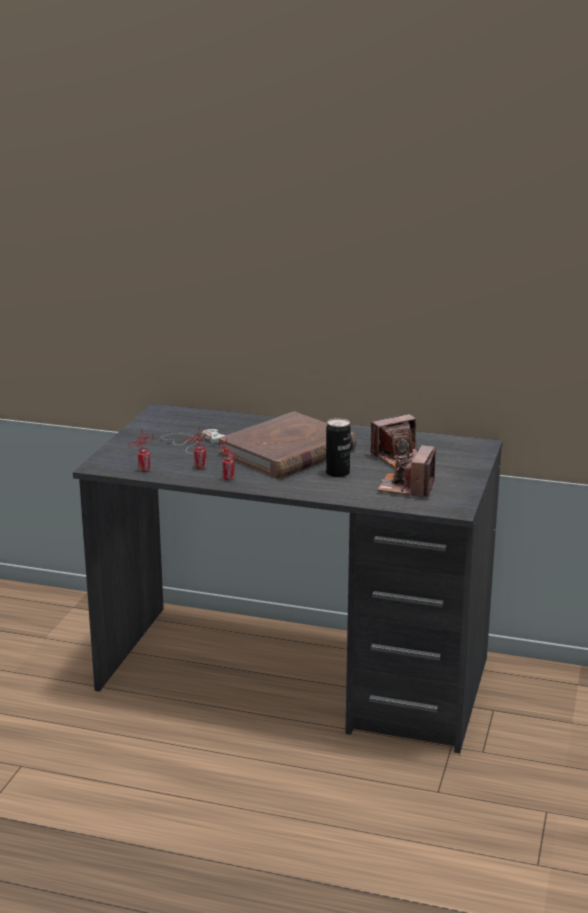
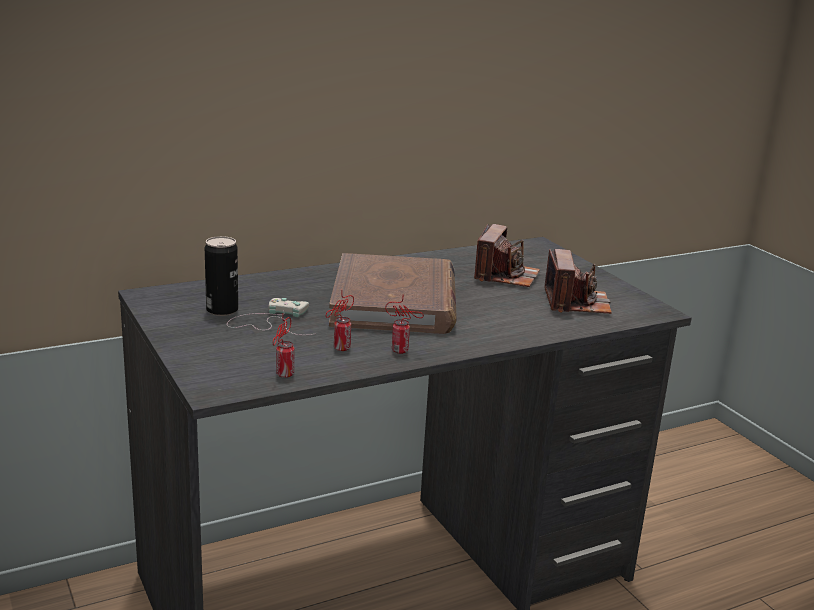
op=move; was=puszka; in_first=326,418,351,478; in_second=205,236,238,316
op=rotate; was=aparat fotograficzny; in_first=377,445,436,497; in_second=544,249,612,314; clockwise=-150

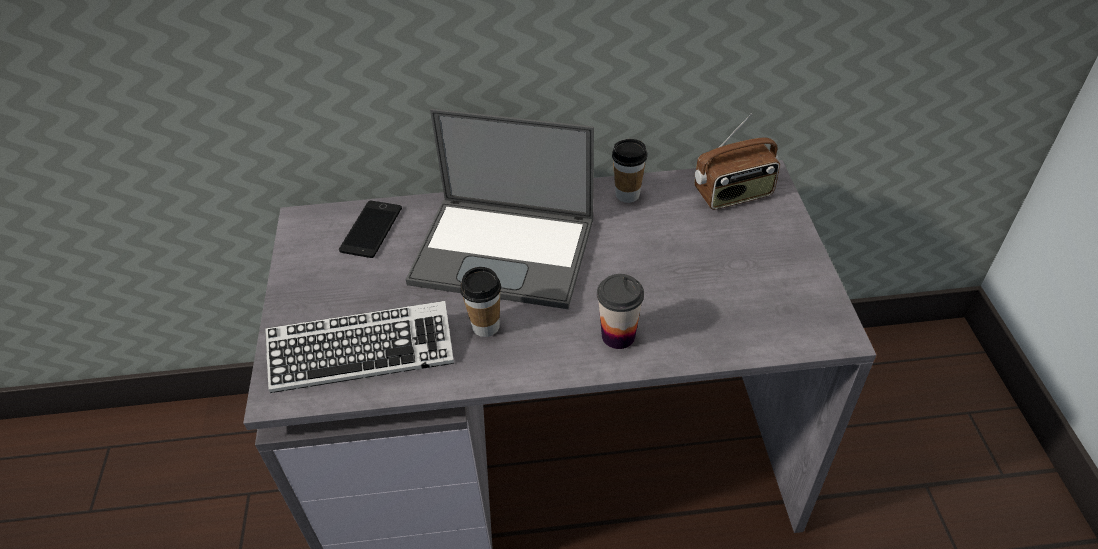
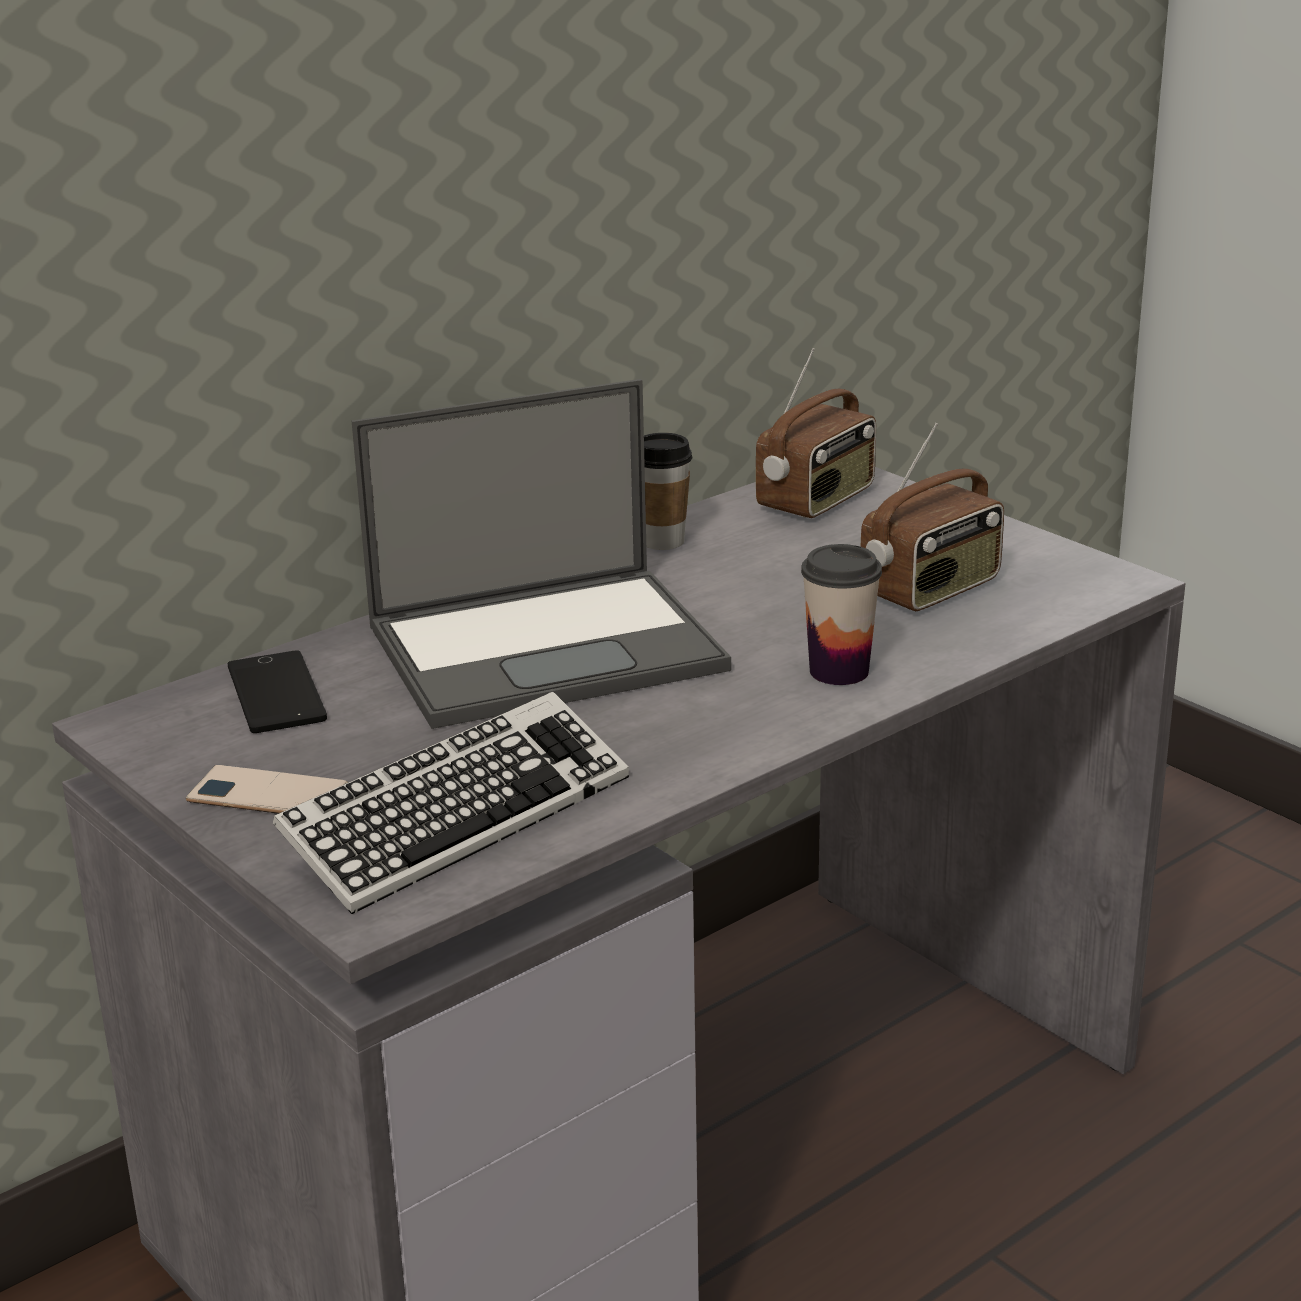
op=delete; was=filiżanka; in_first=460,267,501,337
op=insert; now=radio; in_second=861,423,1004,611
op=insert; now=telefon; in_second=186,765,348,814

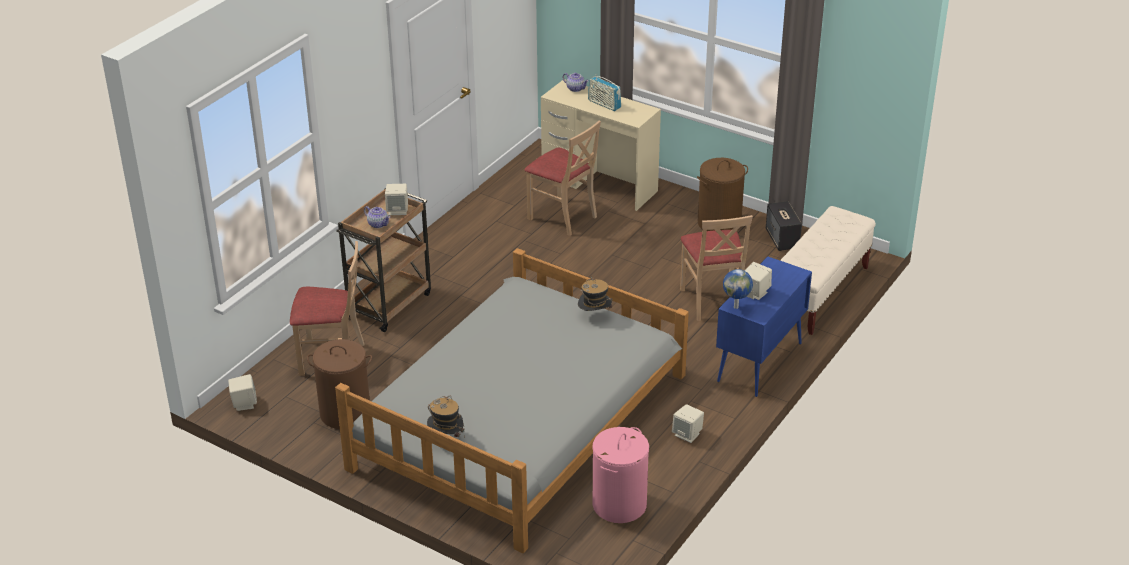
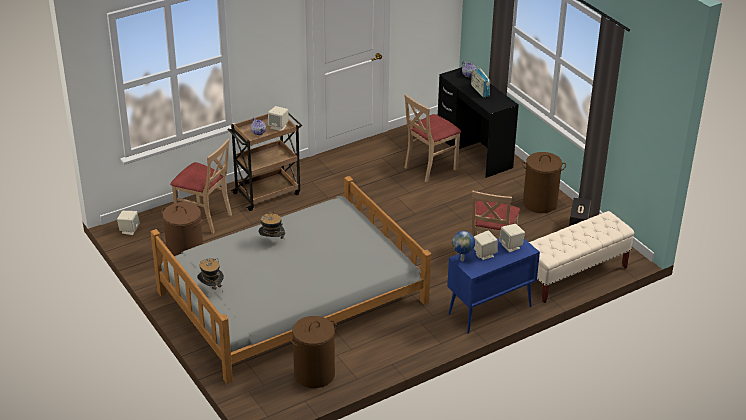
op=recolor; was=biurko/beżowy; now=biurko/czarny; in_first=541,80,661,211; in_second=438,67,519,178
op=rotate; was=krzesło/beżowy; in_first=525,120,601,236; in_second=404,94,461,182; clockwise=75
op=move; was=kapelusz; in_first=578,276,613,311; in_second=258,211,286,239
op=move; was=głośnik/beżowy; in_first=672,404,704,443; in_second=499,224,525,252
op=recolor; was=kosz na pranie/różowy; now=kosz na pranie/brązowy; in_first=592,427,649,523; in_second=291,316,337,388

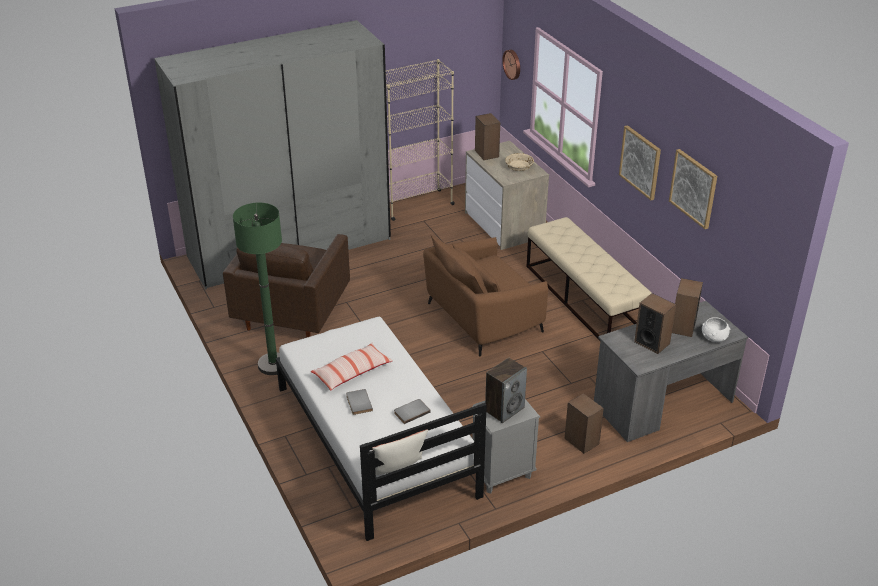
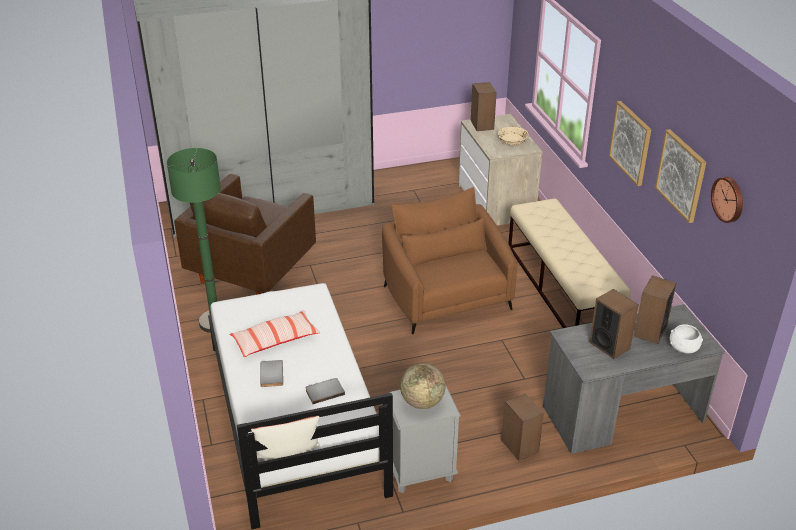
op=move; was=zegar ścienny; in_first=502,50,520,80; in_second=711,177,743,223
op=delete; was=regał/beżowy; in_first=386,59,455,221
op=rotate; was=fotel/brązowy; in_first=423,235,548,357; in_second=382,187,517,335; clockwise=90
op=replace; was=głośnik; now=globus; in_first=485,358,527,423; in_second=400,363,446,409

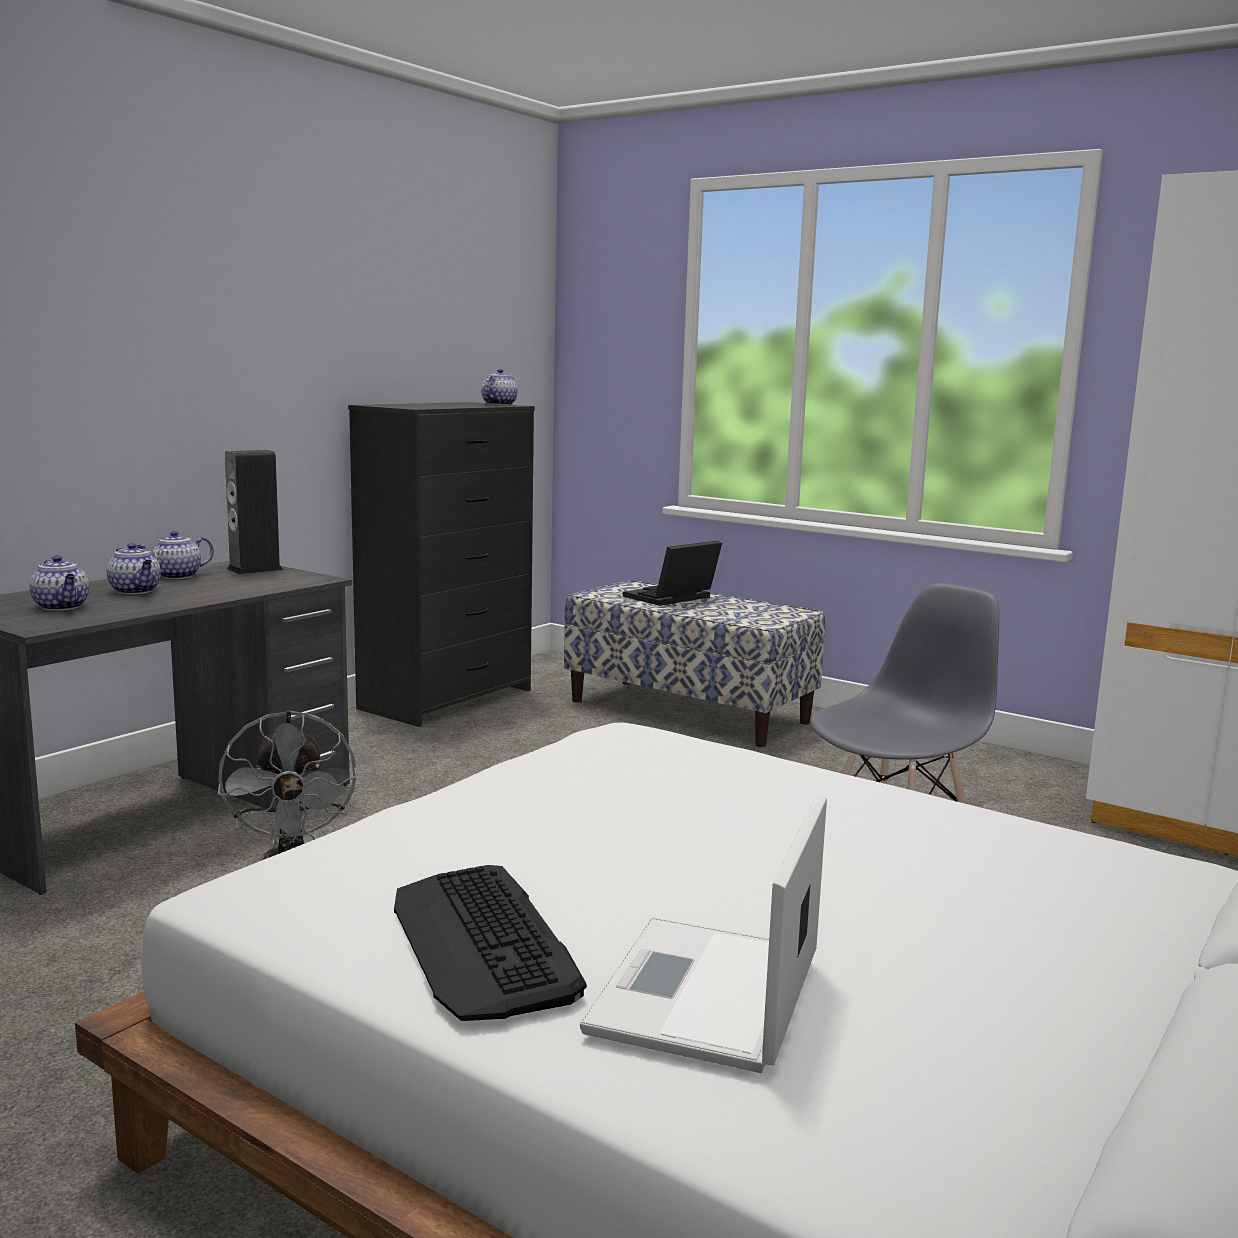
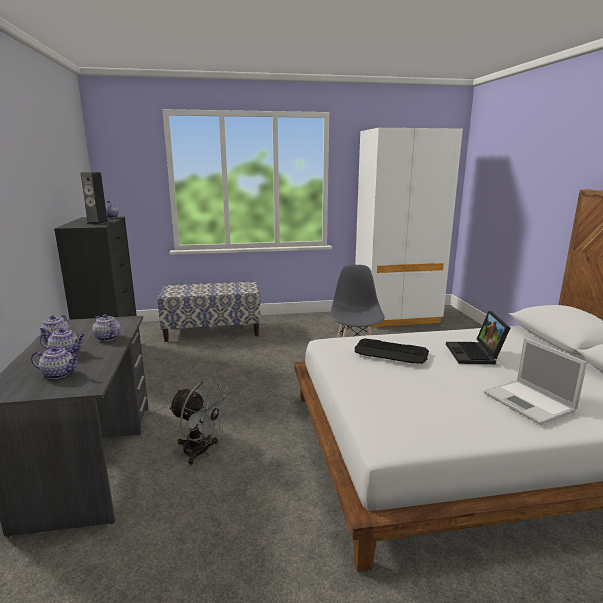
op=move; was=głośnik; in_first=225,450,283,574; in_second=81,172,109,224
op=move; was=laptop; in_first=623,541,722,606; in_second=446,311,510,364
op=move; was=klawiatura; in_first=394,865,587,1021; in_second=355,338,429,364
op=insert; now=imbryk; in_second=93,314,121,341

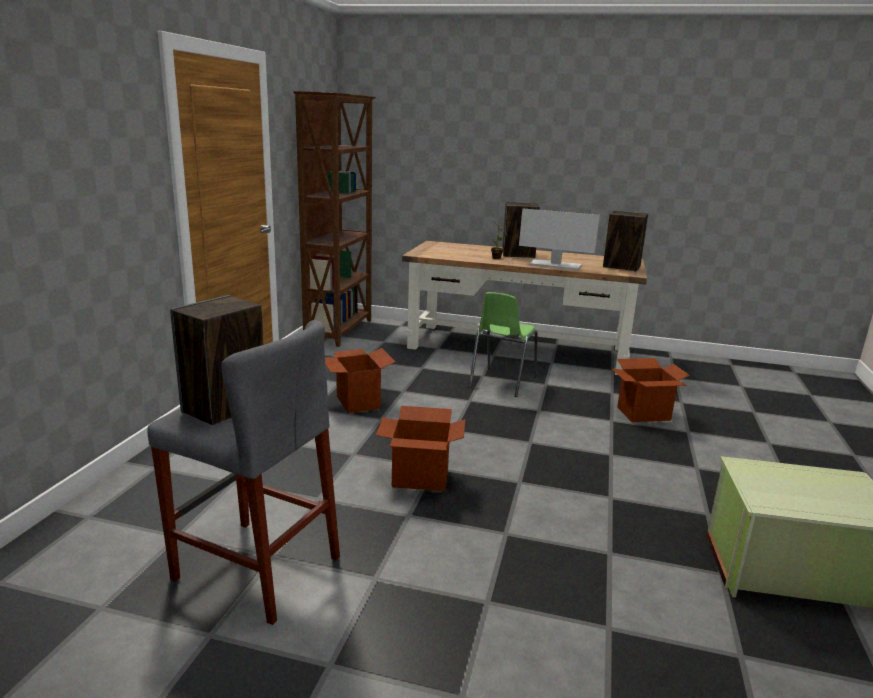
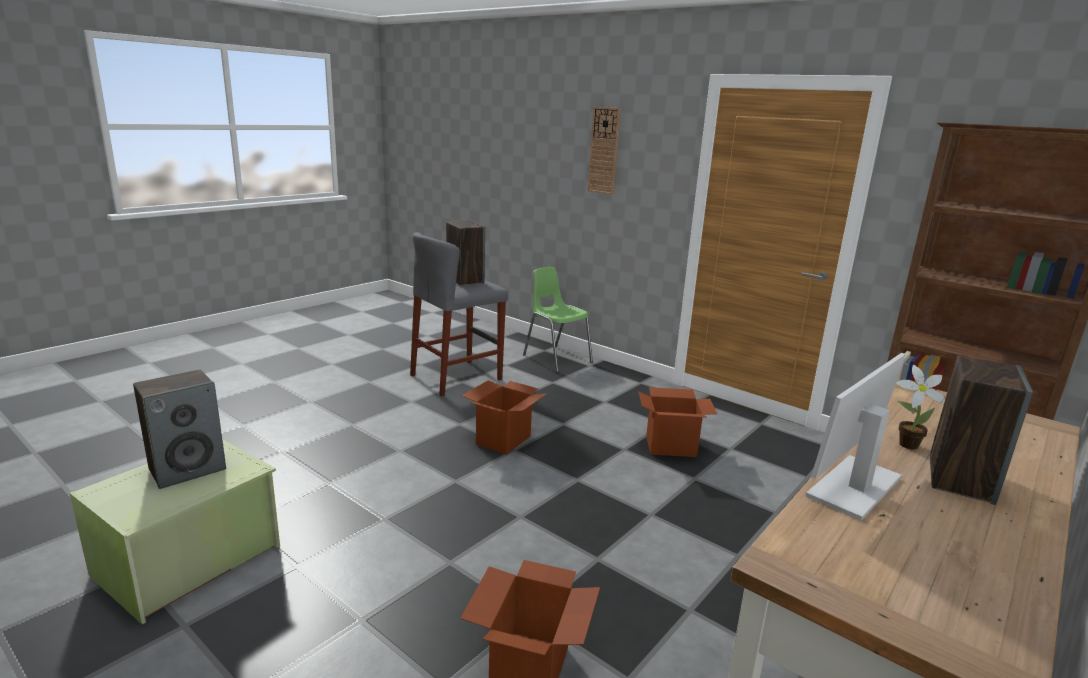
op=move; was=głośnik; in_first=603,211,648,271; in_second=133,369,226,489
op=move; was=krzesło/zielony; in_first=469,292,538,397; in_second=523,267,593,372
op=insert; now=zegar ścienny; in_second=588,107,621,195

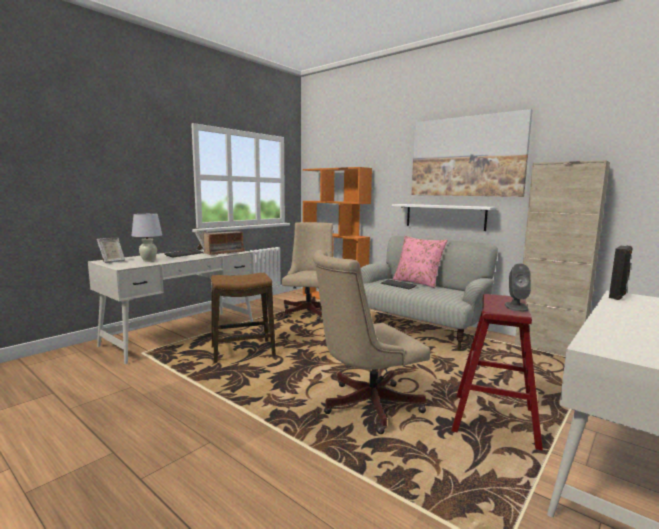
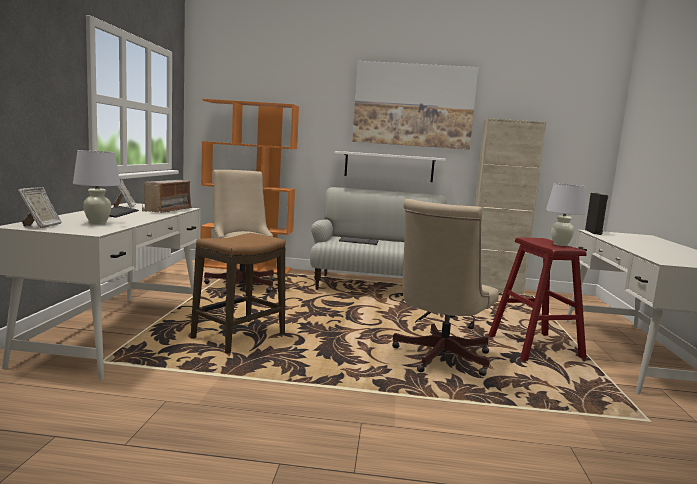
op=delete; was=poduszka/różowy; in_first=392,236,448,288
op=replace; was=głośnik/szary; now=lampa stołowa/biały; in_first=504,263,531,312; in_second=546,183,585,246

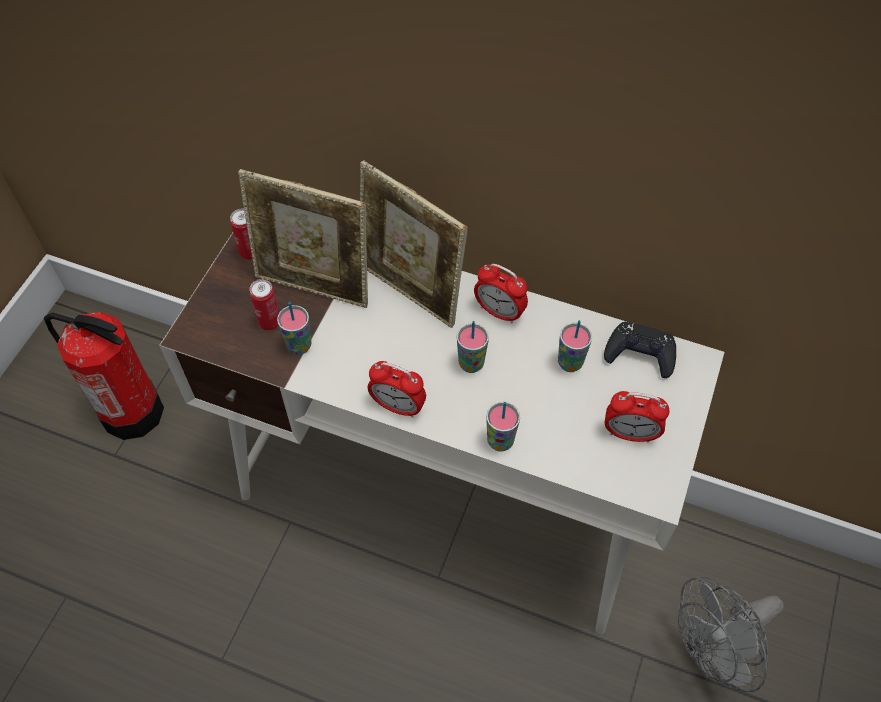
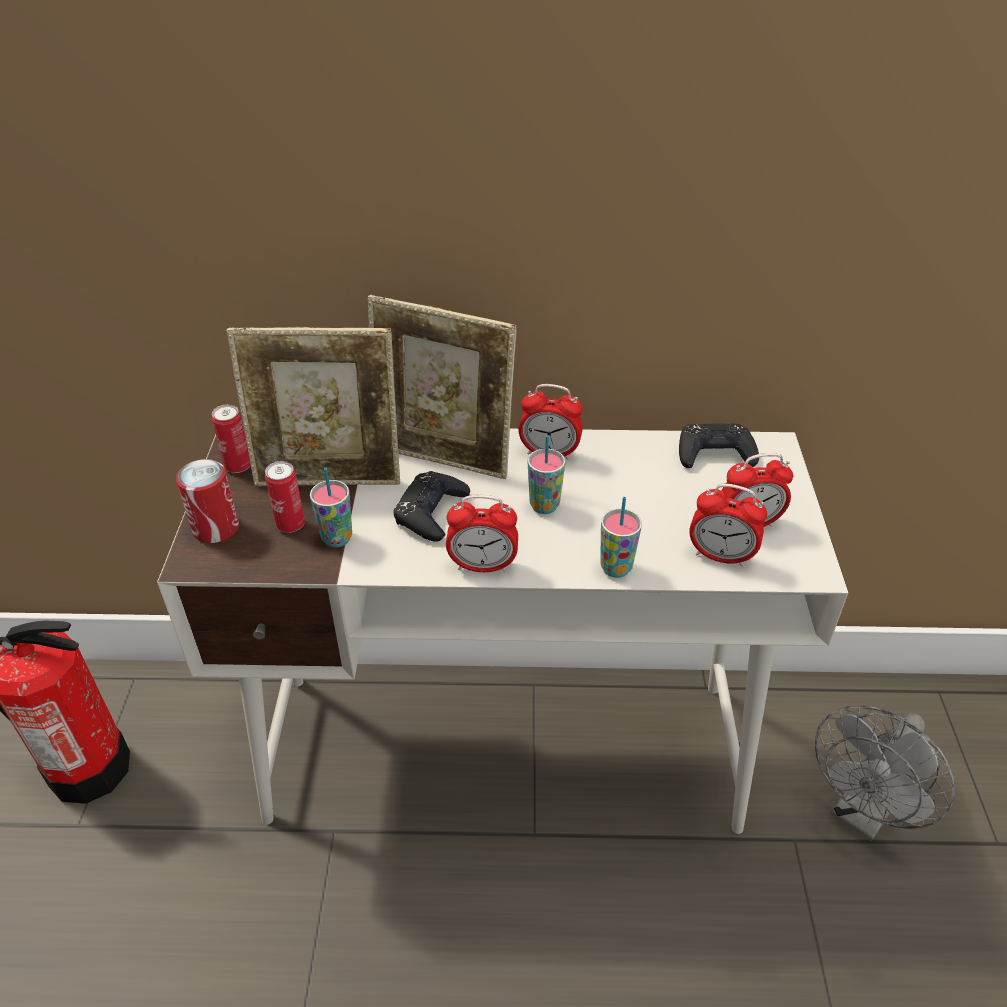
op=delete; was=filiżanka; in_first=558,320,592,372
op=insert; now=puszka; in_second=176,459,239,543
op=insert; now=pad do gier/czarny; in_second=394,471,470,542
op=insert; now=budzik; in_second=689,484,767,567

